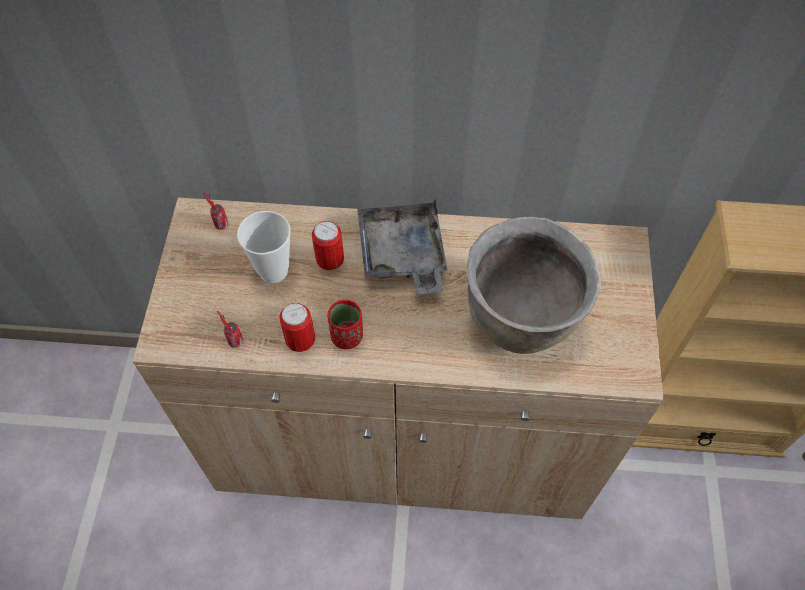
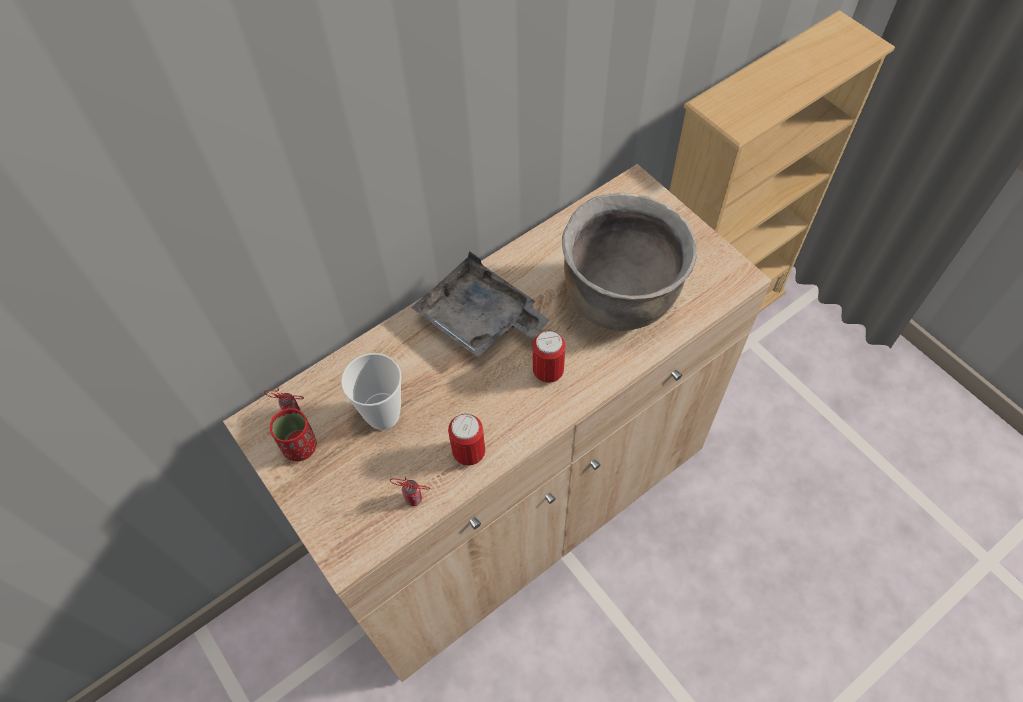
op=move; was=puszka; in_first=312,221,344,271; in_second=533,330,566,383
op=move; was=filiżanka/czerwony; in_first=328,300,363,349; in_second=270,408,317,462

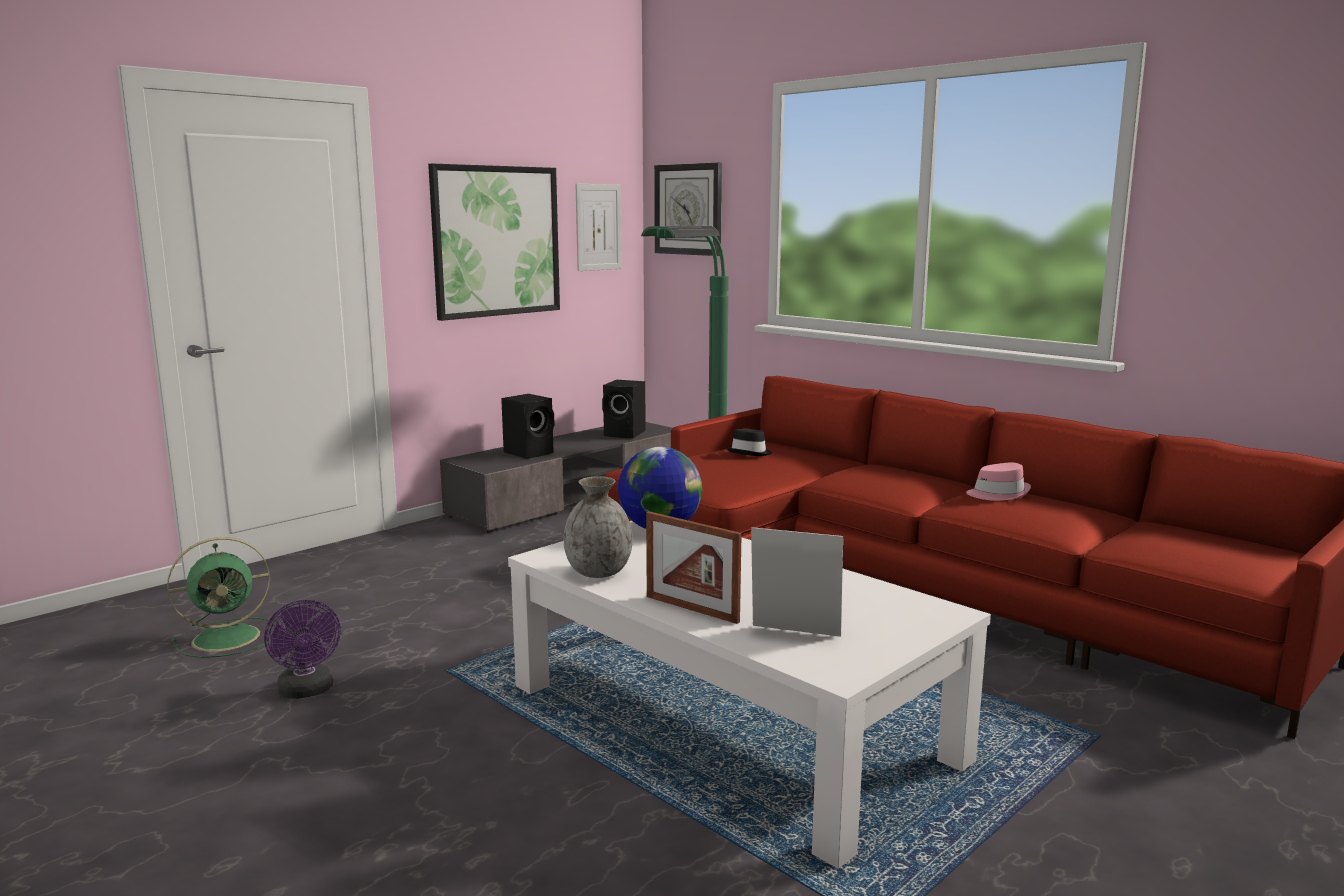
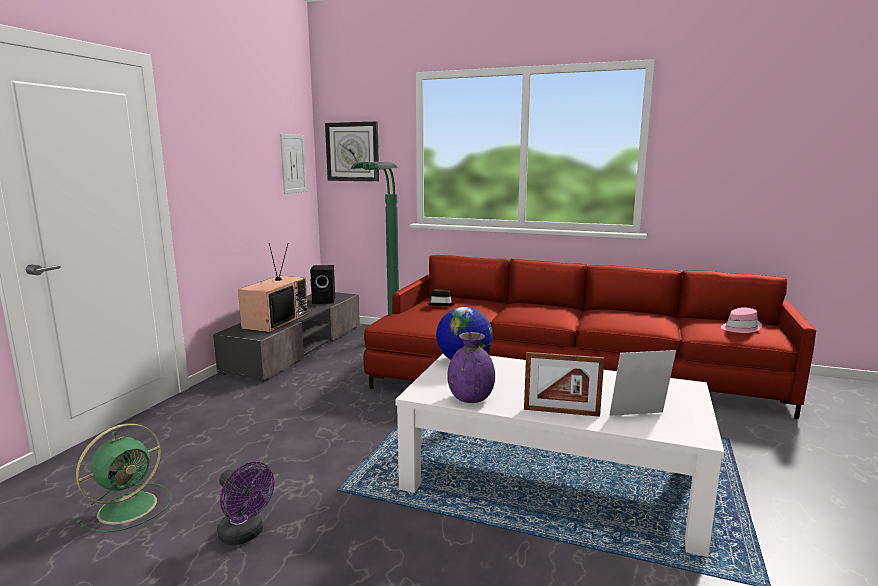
op=delete; was=obraz; in_first=428,164,560,321
op=replace; was=głośnik/czarny; now=telewizor; in_first=501,394,555,459; in_second=238,243,308,333
op=move; was=kapelusz/różowy; in_first=966,463,1031,501; in_second=721,307,762,333
op=recolor; was=wazon/szary; now=wazon/fioletowy; in_first=564,476,633,578; in_second=447,332,495,403

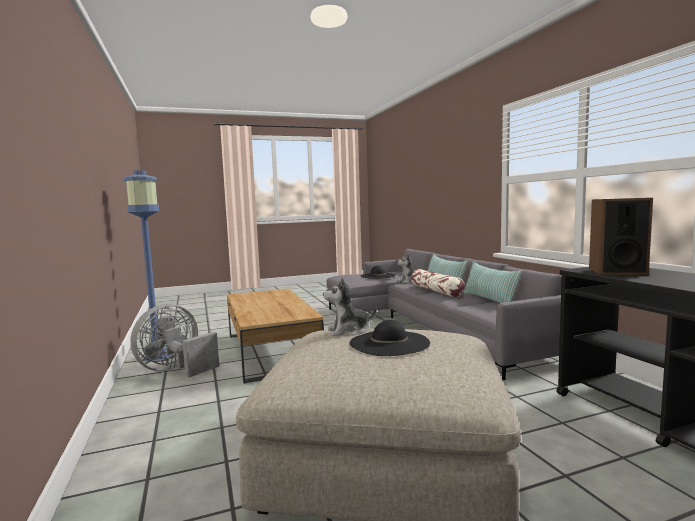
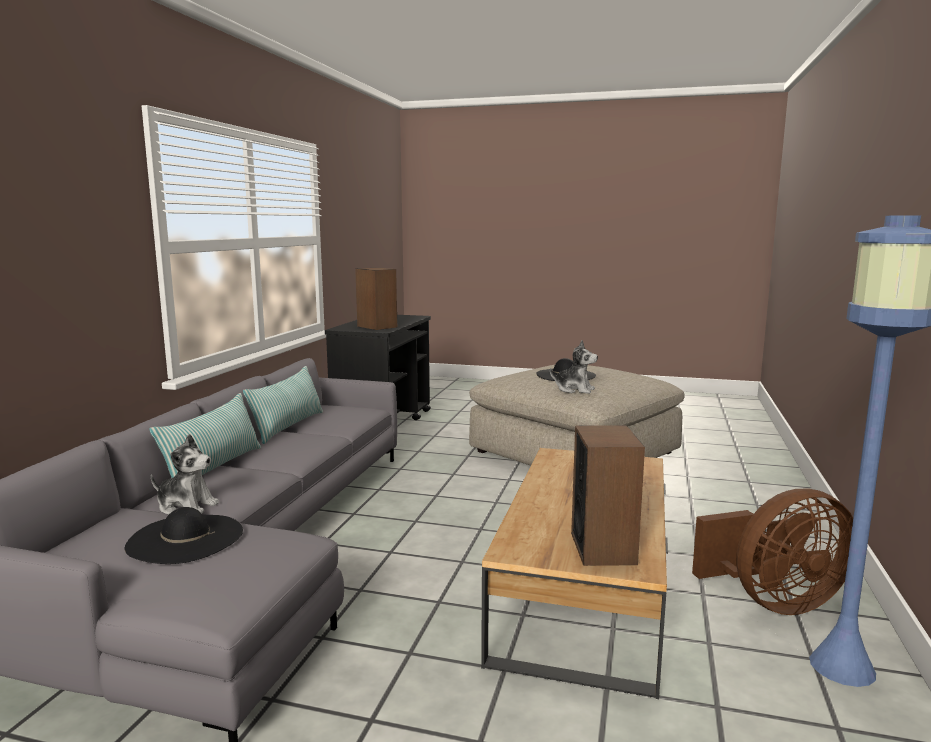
op=delete; was=poduszka; in_first=411,269,465,297
op=recolor; was=wentylator/szary; now=wentylator/brązowy; in_first=130,304,219,377; in_second=692,489,853,615
op=insert; now=głośnik; in_second=571,425,645,566

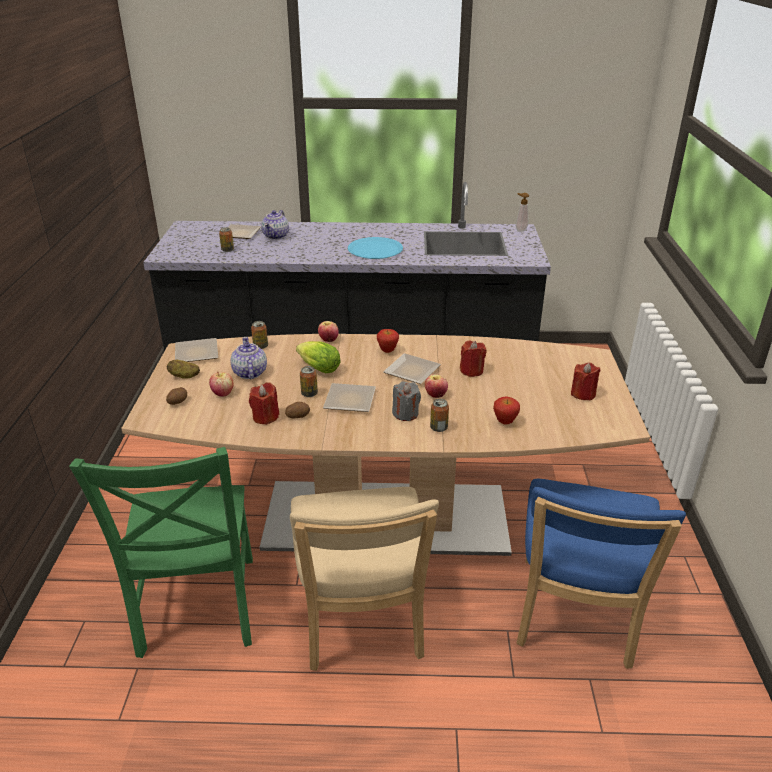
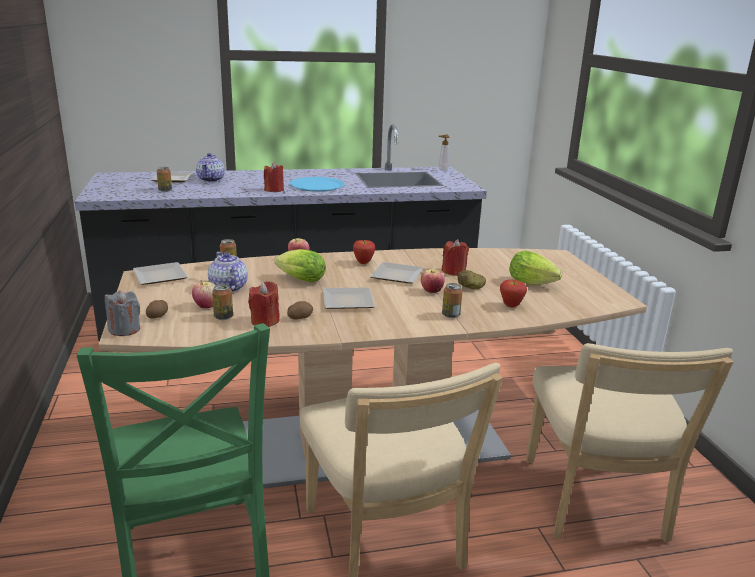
op=move; was=ziemniak; in_first=167,360,200,379; in_second=458,270,486,289
op=move; was=świeca/czerwony; in_first=571,363,601,401; in_second=264,162,284,192
op=move; was=puszka; in_first=300,366,318,397; in_second=212,284,233,320
op=move; was=świeca/szary; in_first=392,381,421,421; in_second=105,290,140,336
op=recolor; was=krzesło/niebieski; now=krzesło/beżowy; in_first=517,479,686,669; in_second=526,343,733,543
op=insert; now=sałata; in_second=509,251,562,285

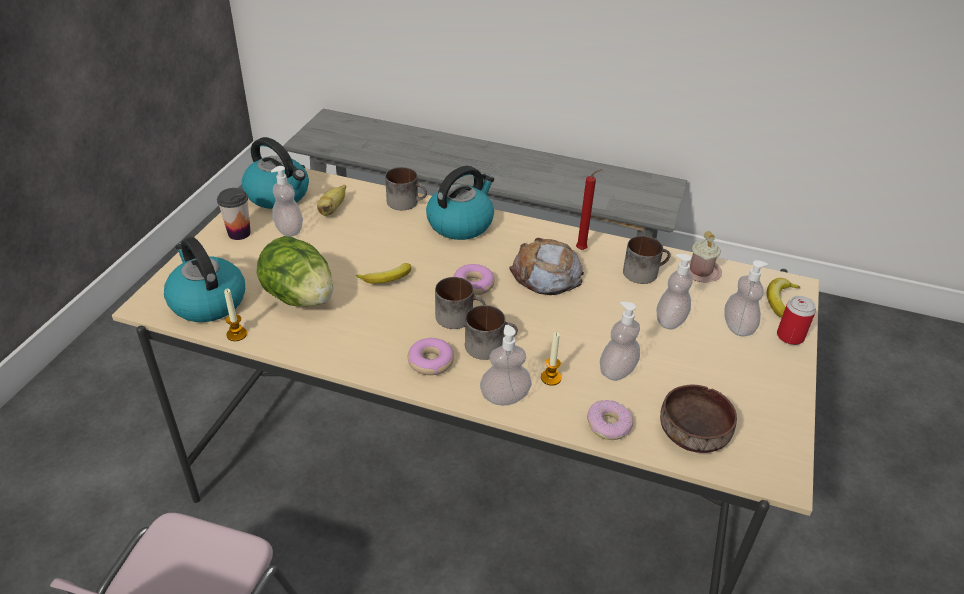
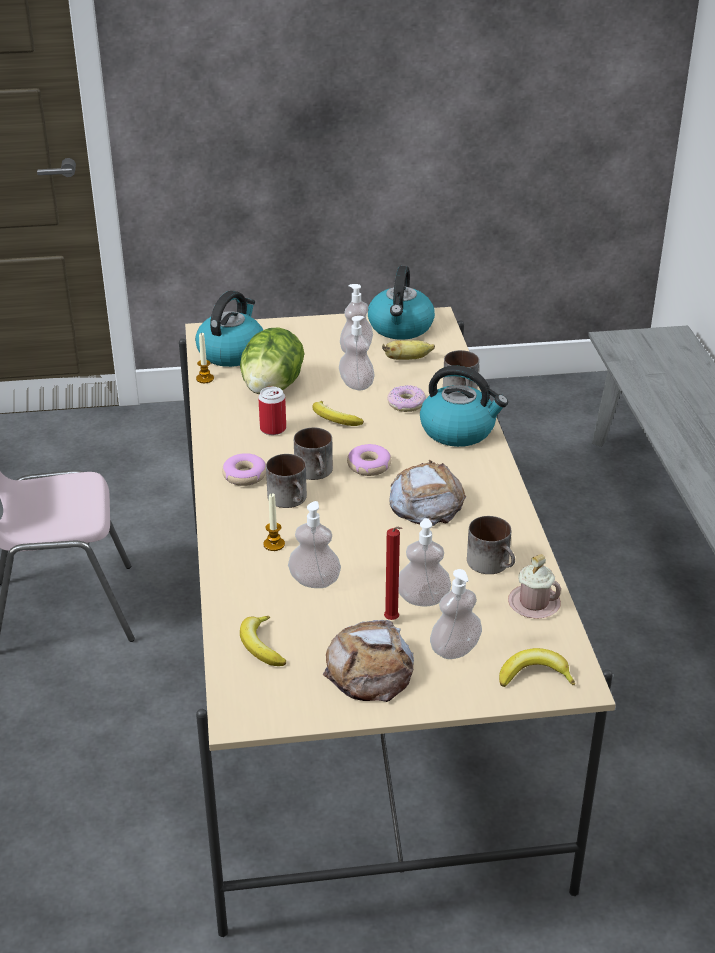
op=move; was=świeca/czerwony; in_first=576,169,602,250; in_second=384,527,402,620
op=delete; was=filiżanka; in_first=217,188,251,240
op=move; was=puszka; in_first=777,296,816,345; in_second=258,387,286,435
op=move; was=dozownik mydła; in_first=480,325,532,405; in_second=339,316,374,391
op=replace; was=miska/brązowy; now=banan; in_first=660,385,737,453; in_second=240,616,287,666
op=move; was=donut; in_first=587,400,633,440; in_second=387,385,426,412
op=insert; now=chleb; in_second=323,620,414,702

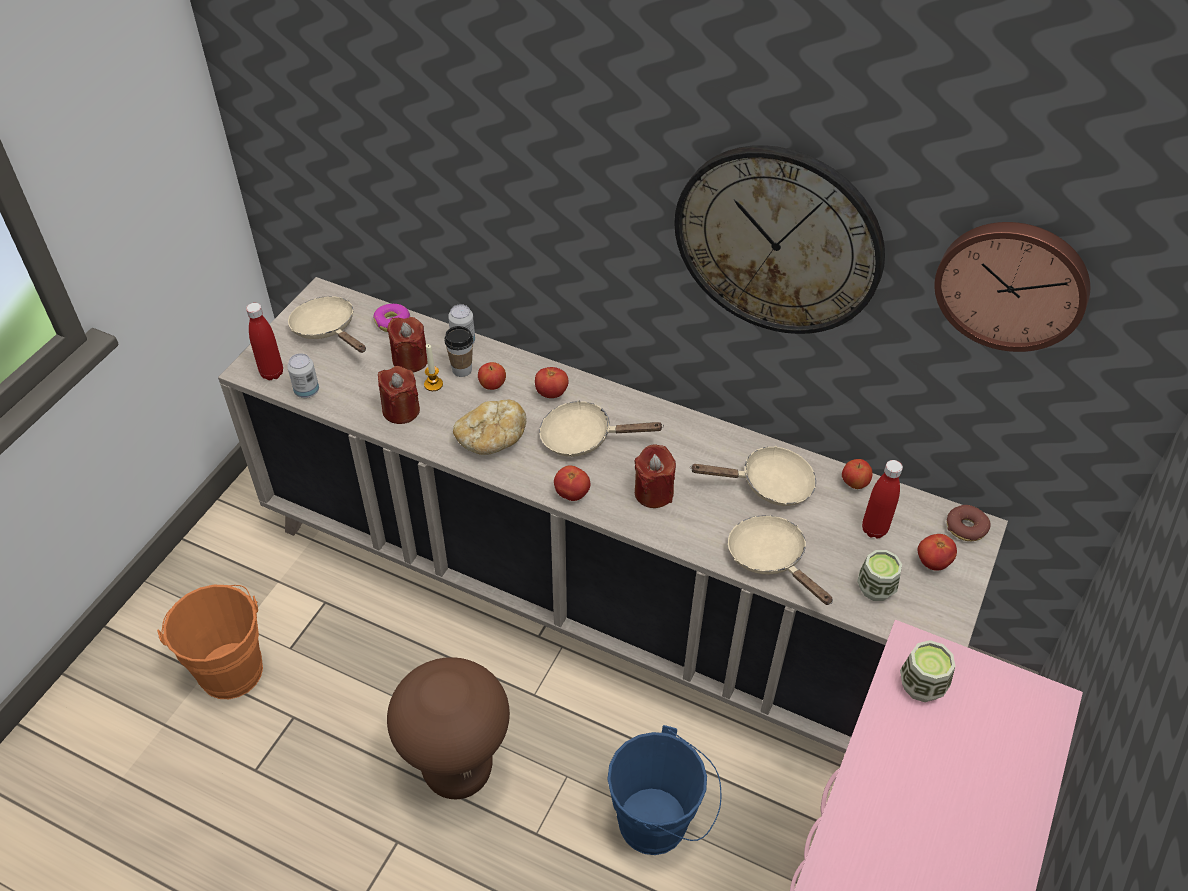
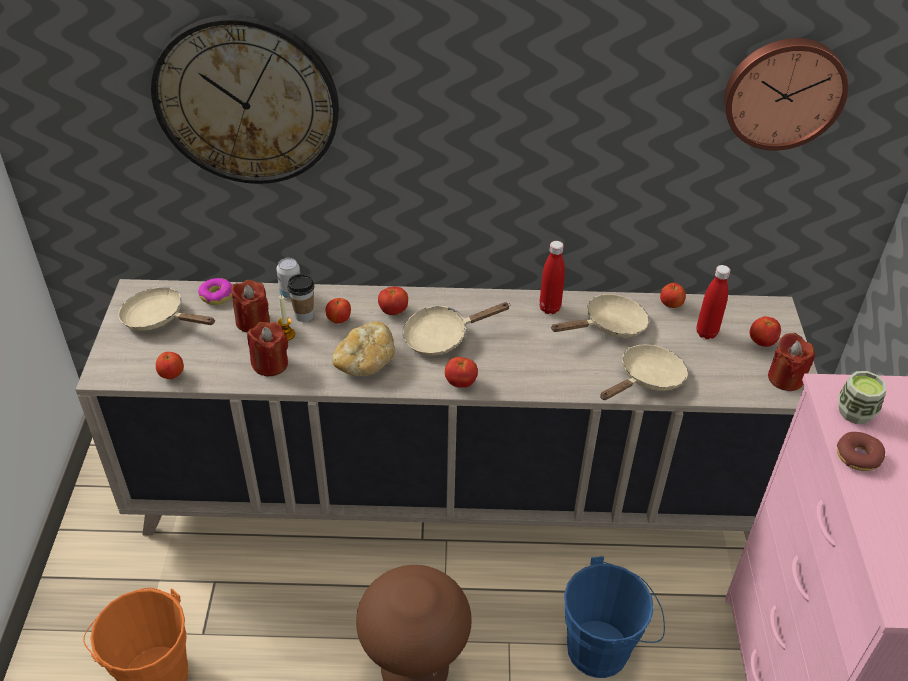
op=move; was=zegar ścienny; in_first=674,145,885,334; in_second=151,15,339,184
op=move; was=butelka/czerwony; in_first=246,303,283,380; in_second=539,241,565,314
op=replace; was=puszka; now=jabłko; in_first=287,353,319,398; in_second=156,352,184,379
op=move; was=świeca/czerwony; in_first=635,444,676,508; in_second=768,333,815,391
op=move; was=donut; in_first=947,505,991,541; in_second=837,432,885,471
op=rotate; was=patelnia/beżowy; in_first=728,515,833,605; in_second=600,345,688,400; clockwise=105
op=delete; was=filiżanka; in_first=857,550,902,601

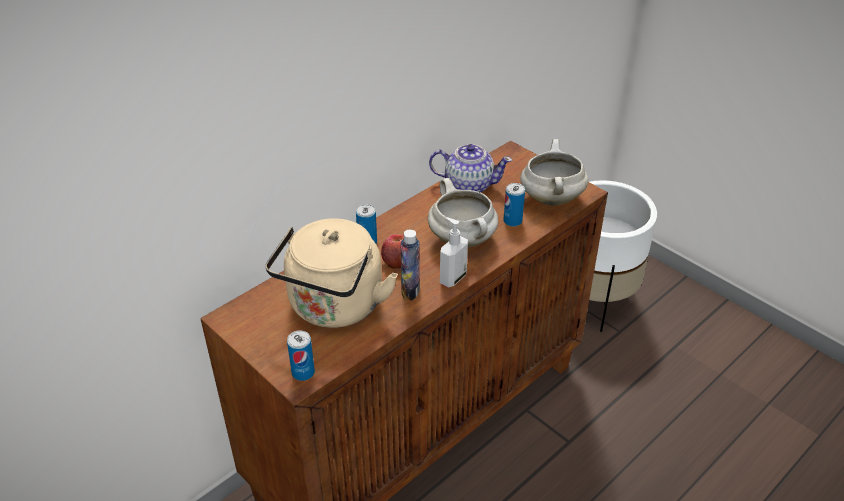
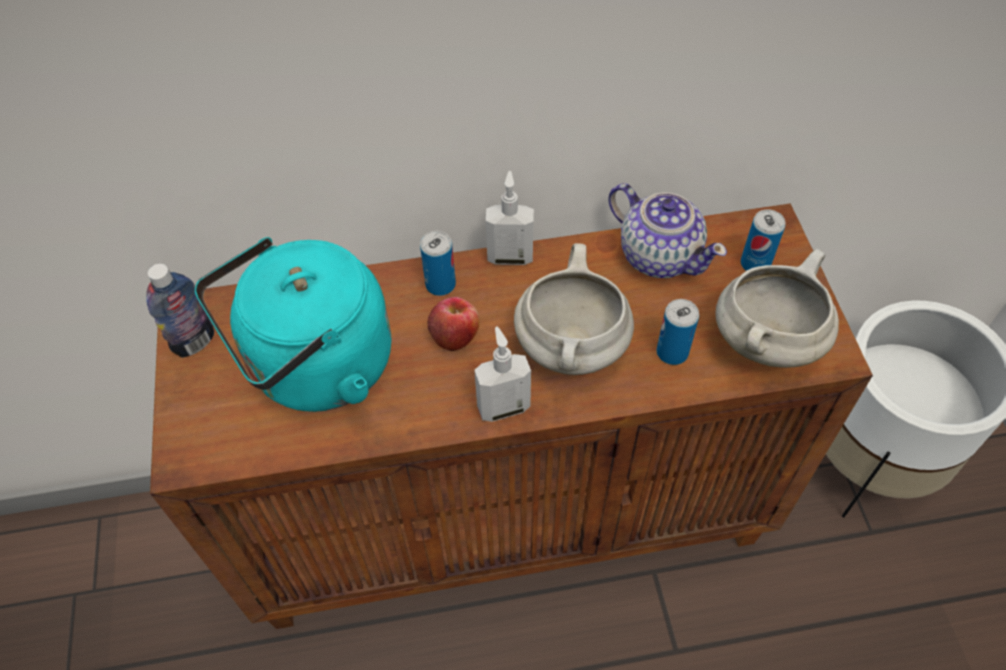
op=recolor; was=czajnik/beżowy; now=czajnik/turkusowy; in_first=265,218,398,328; in_second=195,237,391,412
op=move; was=butelka; in_first=400,230,420,300; in_second=146,264,214,358
op=move; was=puszka; in_first=287,331,315,381; in_second=741,209,786,271
op=insert; now=dozownik mydła; in_second=486,171,534,265

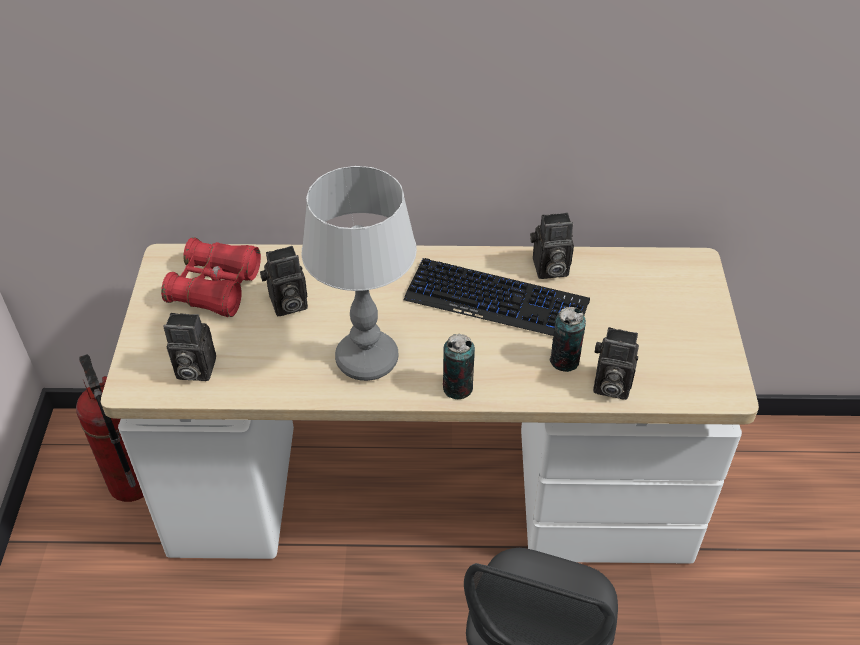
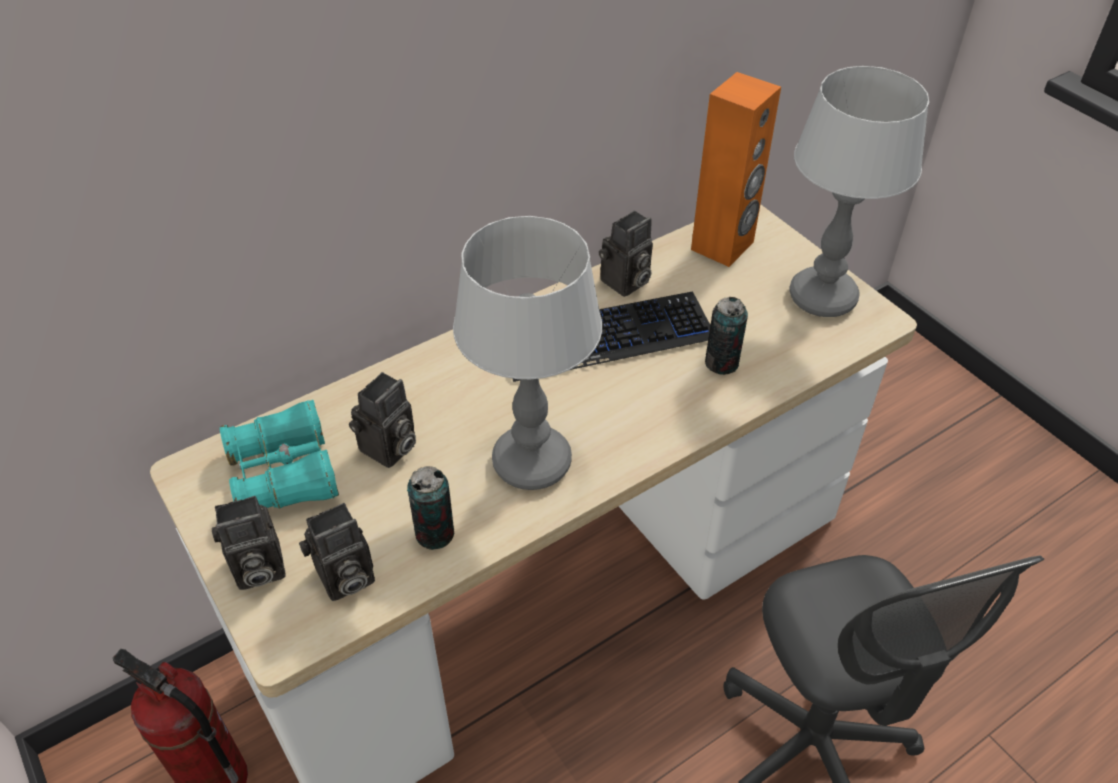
op=recolor; was=lornetka/czerwony; now=lornetka/turkusowy; in_first=161,237,261,317; in_second=220,400,339,509
op=move; was=aparat fotograficzny; in_first=593,327,639,400; in_second=212,496,286,590
op=move; was=puszka; in_first=443,334,475,400; in_second=407,466,454,550
op=insert; now=lampa stołowa; in_second=790,66,929,317
op=insert; now=głośnik/pomarańczowy; in_second=691,72,781,267

